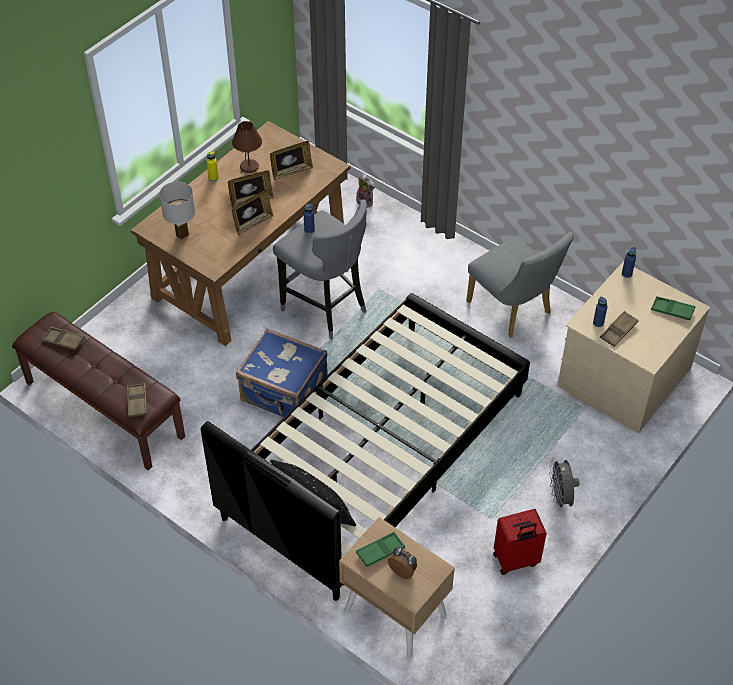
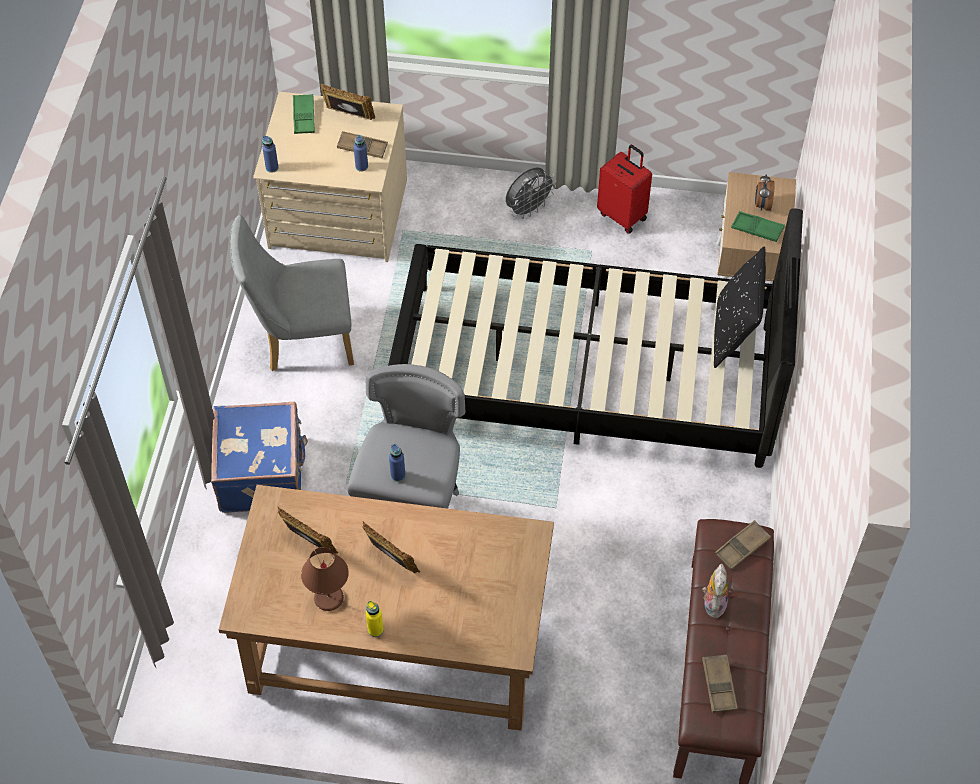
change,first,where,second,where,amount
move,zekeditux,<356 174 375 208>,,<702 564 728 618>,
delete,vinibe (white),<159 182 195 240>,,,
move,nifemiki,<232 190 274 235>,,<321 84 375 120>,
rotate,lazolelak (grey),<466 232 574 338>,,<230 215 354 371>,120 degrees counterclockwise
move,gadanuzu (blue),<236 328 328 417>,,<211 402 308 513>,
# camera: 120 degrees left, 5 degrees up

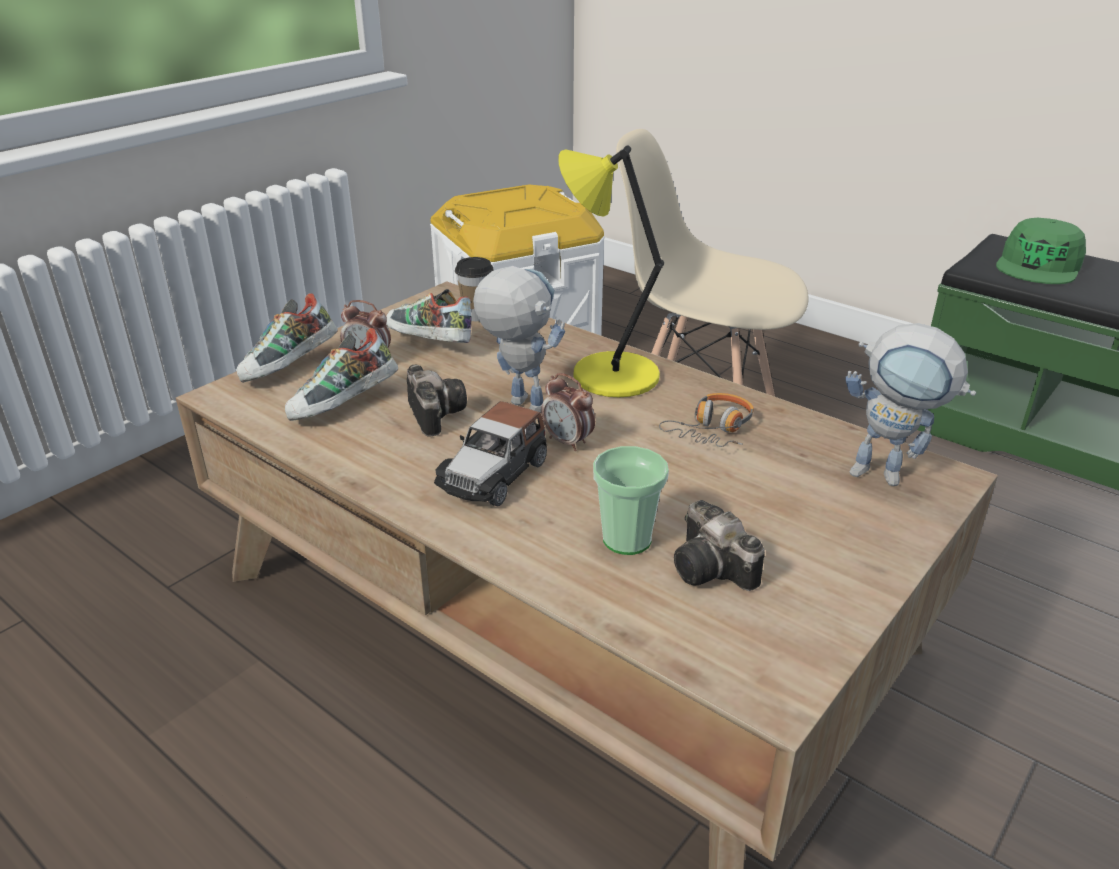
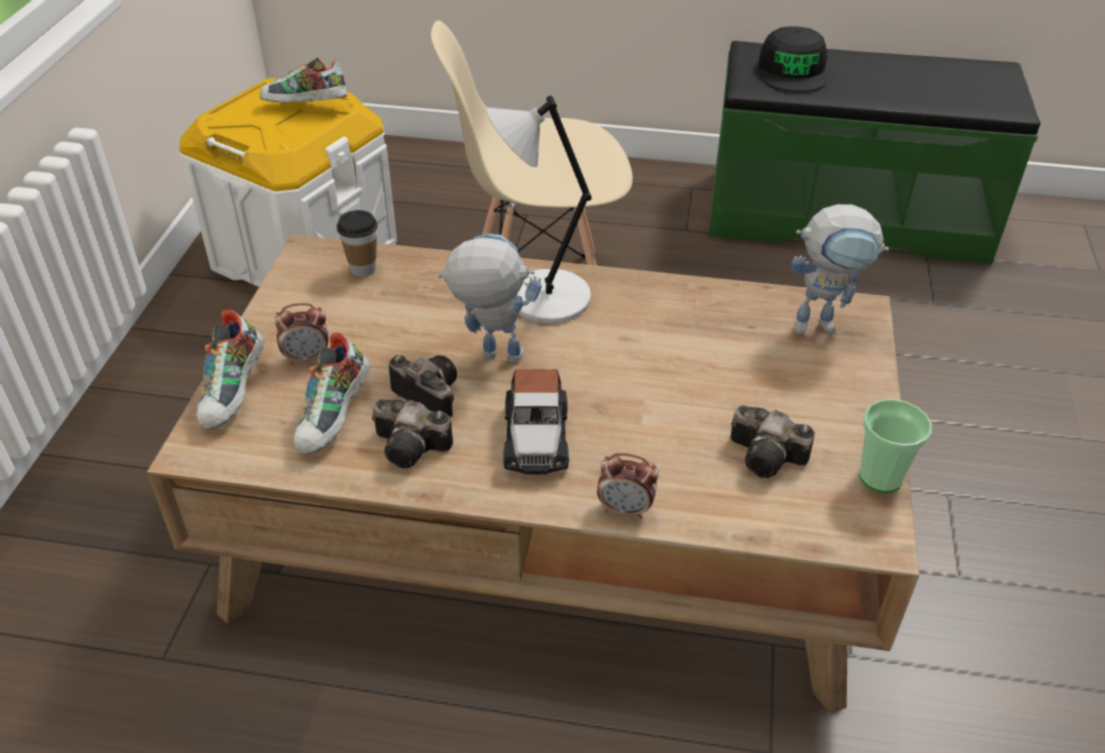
change,first,where,second,where,amount
recolor,vinibe (yellow),<559 146 664 397>,vinibe (grey),<487 96 592 323>,
recolor,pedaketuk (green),<996 218 1086 284>,pedaketuk (black),<759 26 827 92>,
move,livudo,<386 289 472 343>,,<260 57 347 103>,
move,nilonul,<541 373 595 451>,,<597 453 659 519>,
delete,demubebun,<659 393 754 447>,,,
move,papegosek,<593 446 669 555>,,<859 399 932 493>,
insert,,,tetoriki,<372 399 453 468>,
# camera: 30 degrees left, 10 degrees up

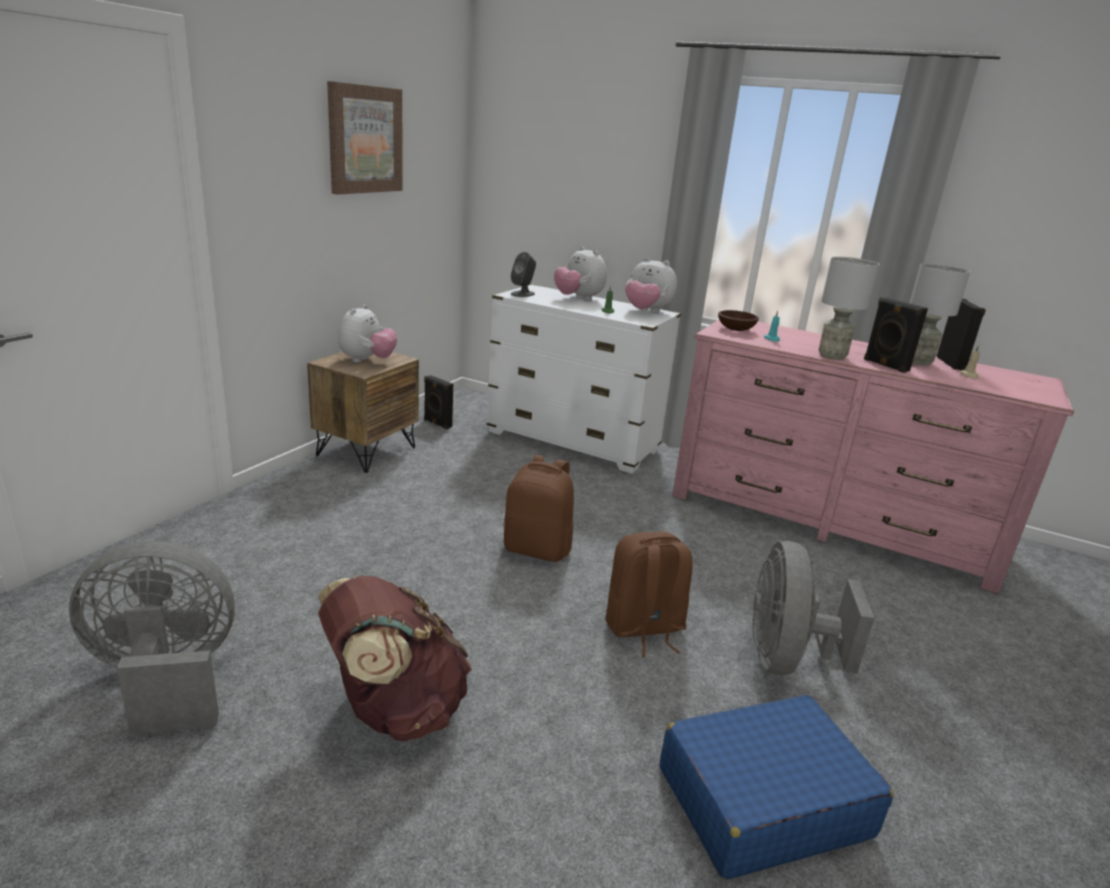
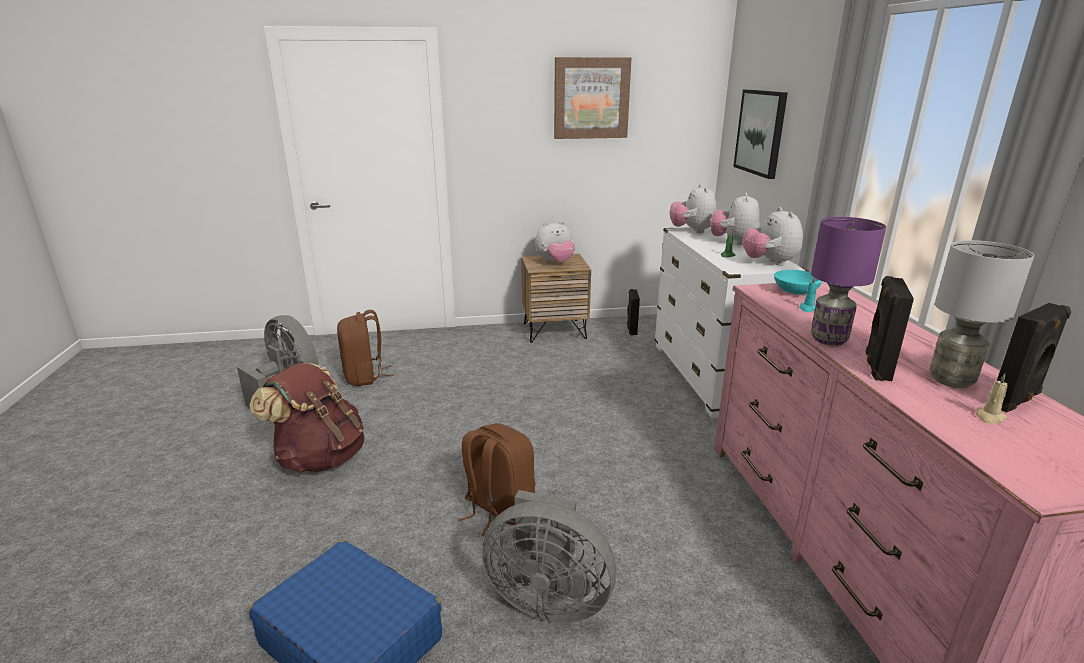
change,first,where,second,where,amount
replace,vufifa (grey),<510 252 536 297>,zekeditux,<669 184 716 233>,
recolor,vinibe (grey),<819 257 880 360>,vinibe (purple),<811 217 886 346>,
recolor,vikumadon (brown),<718 310 759 331>,vikumadon (turquoise),<774 270 823 294>,
move,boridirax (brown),<503 455 574 562>,,<337 310 394 386>,
rotate,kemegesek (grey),<753 541 874 675>,,<482 490 616 623>,135 degrees counterclockwise
insert,,,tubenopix,<733 89 788 179>,
# camera: 55 degrees right, 0 degrees up

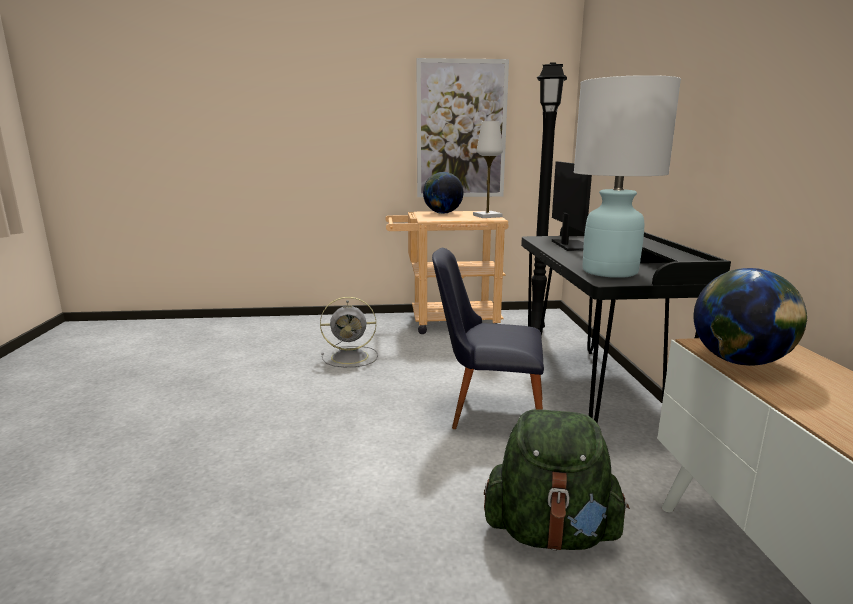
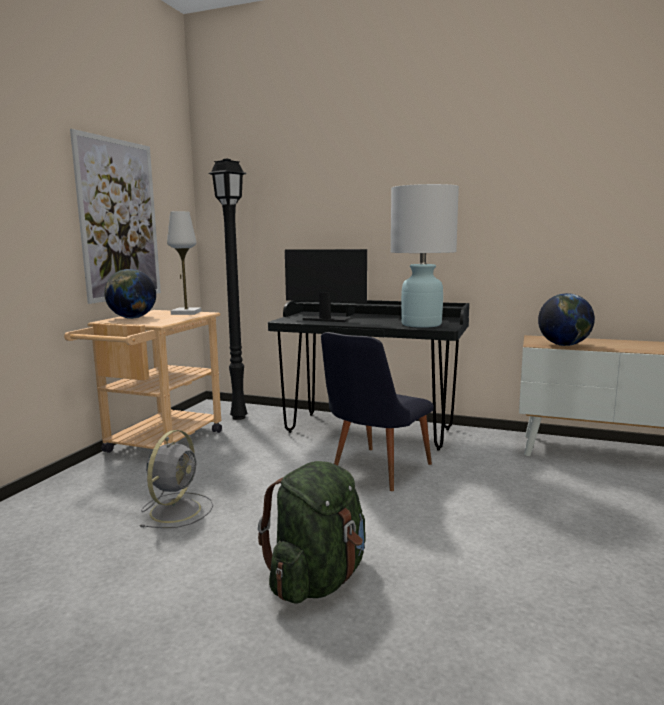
change,first,where,second,where,amount
move,boridirax (green),<484 409 630 551>,,<258 461 365 604>,
# camera: 65 degrees left, 5 degrees down

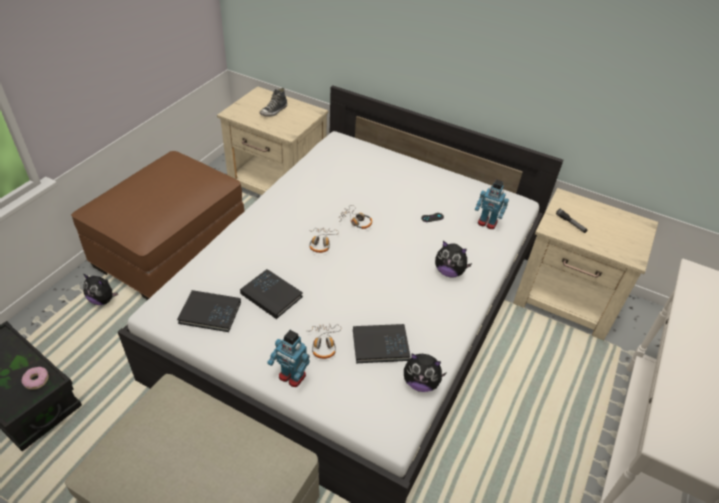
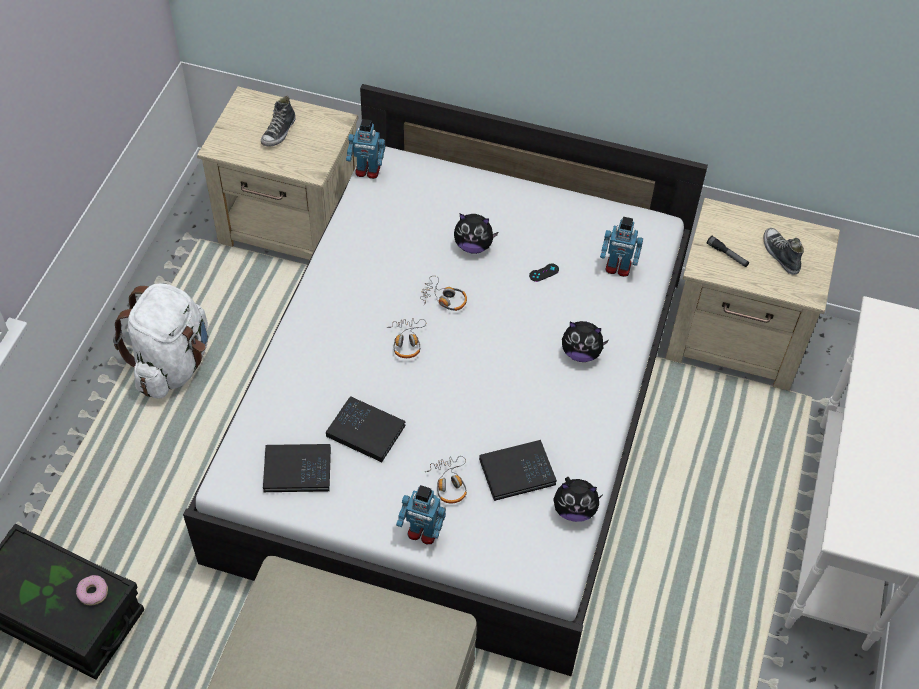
change,first,where,second,where,amount
replace,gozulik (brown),<71 151 245 300>,boridirax (white),<113 283 208 399>,
move,zekeditux,<83 274 118 305>,,<454 214 498 254>,
insert,,,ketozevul,<346 119 385 179>,
insert,,,livudo,<764 228 804 275>,
# camera: 10 degrees left, 10 degrees up

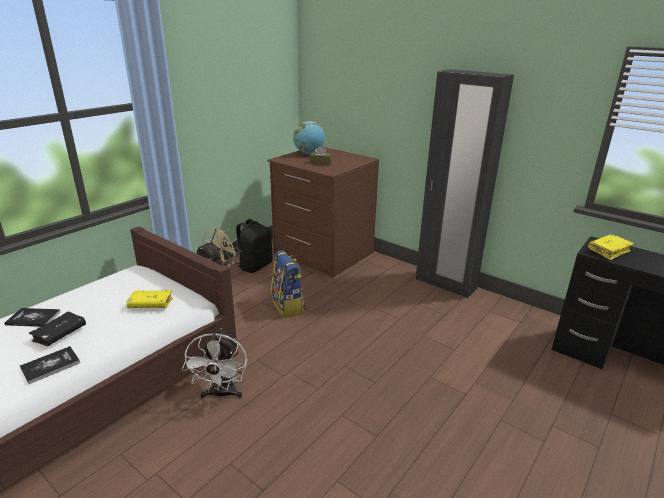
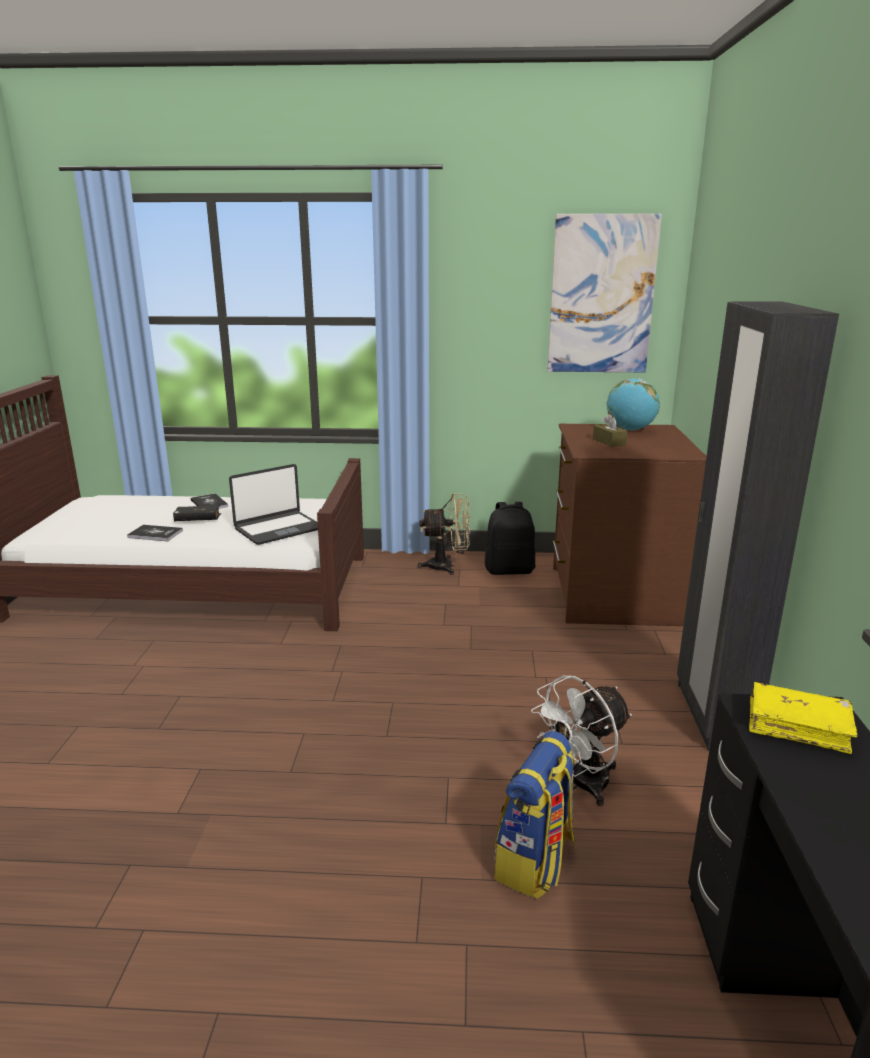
change,first,where,second,where,amount
move,boridirax,<271 250 305 318>,,<494 731 576 899>,
replace,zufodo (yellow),<126 290 173 308>,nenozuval,<229 464 318 545>,
move,kemegesek (white),<182 328 247 400>,,<531 676 632 806>,
insert,,,tubenopix,<547 214 662 372>,
# camera: 55 degrees right, 5 degrees down

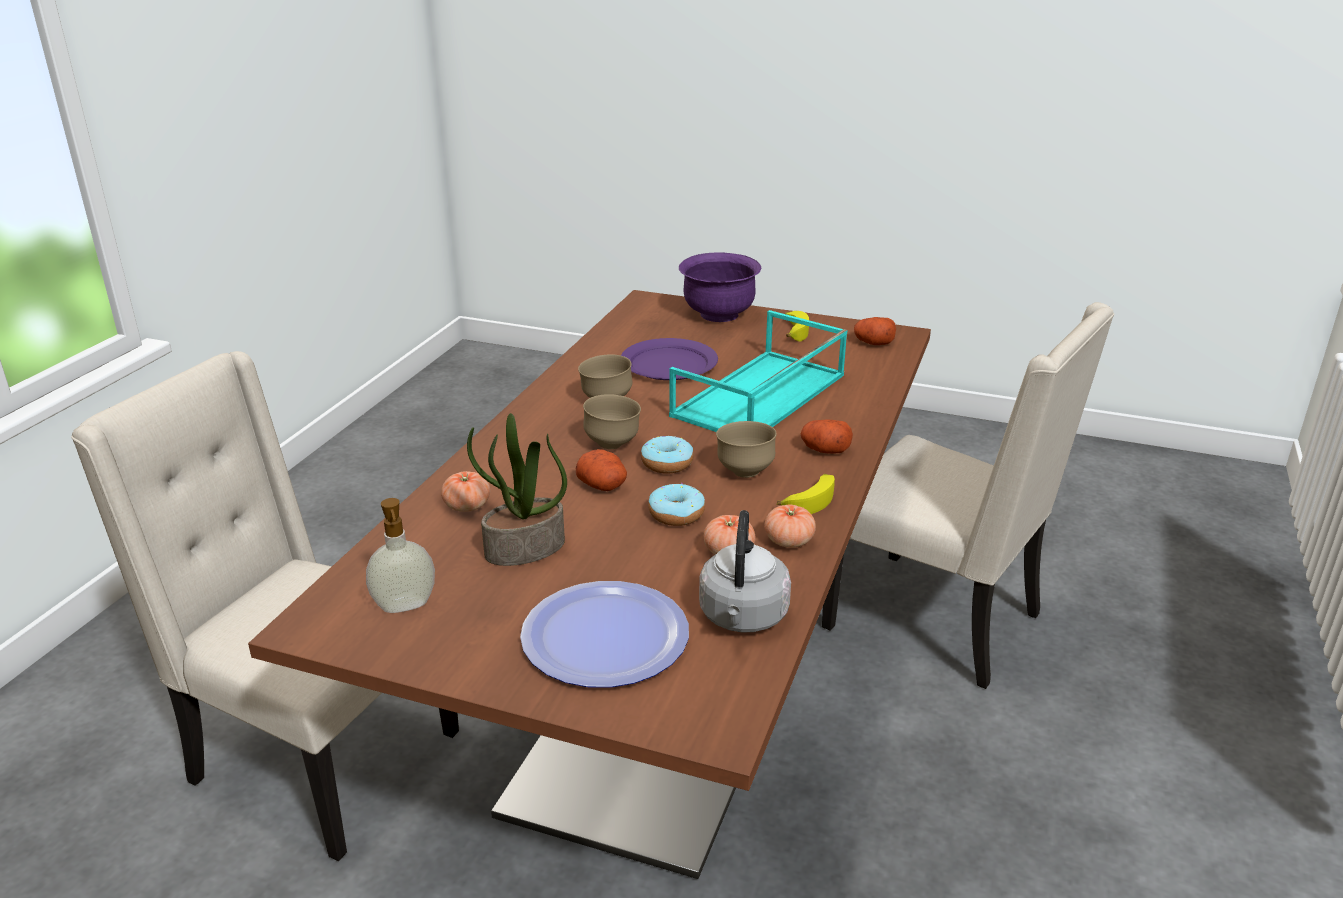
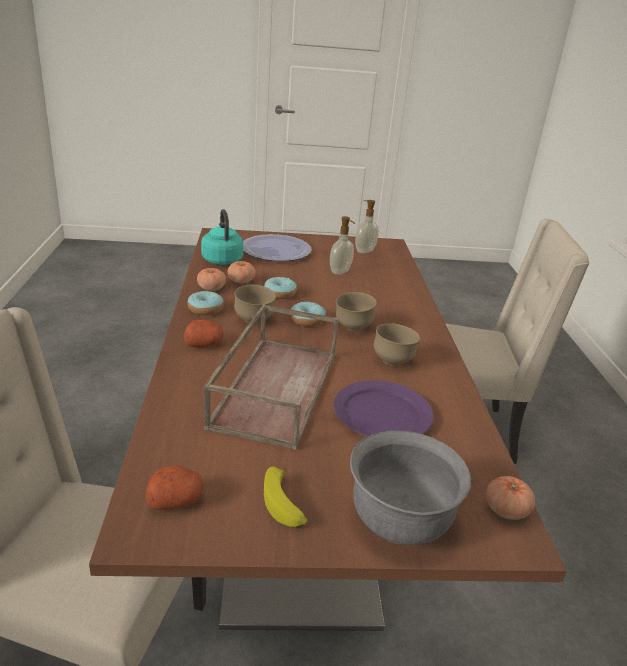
change,first,where,second,where,amount
recolor,vikumadon (purple),<679 252 761 322>,vikumadon (grey),<350 431 471 545>,
recolor,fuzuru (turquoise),<669 310 847 432>,fuzuru (brown),<204 304 339 450>,
replace,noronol,<467 413 567 566>,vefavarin,<330 216 355 275>,
delete,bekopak,<576 449 627 491>,,,
move,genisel,<441 471 490 512>,,<486 476 535 520>,
replace,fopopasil,<777 474 835 514>,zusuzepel,<187 291 224 316>,
recolor,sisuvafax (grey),<699 510 791 632>,sisuvafax (turquoise),<201 209 243 265>,
# camera: 155 degrees right, 0 degrees up

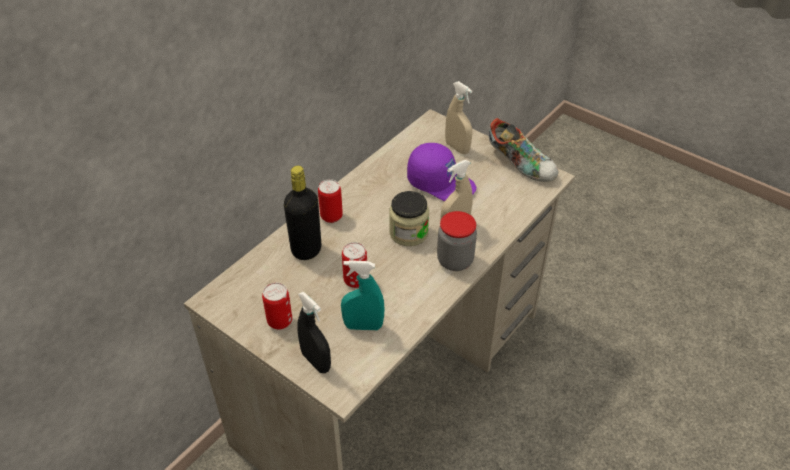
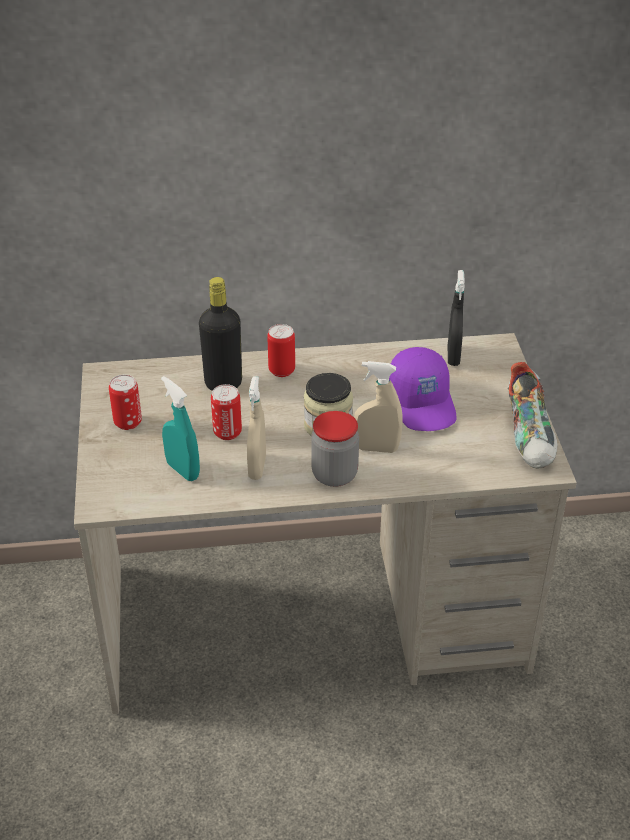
change,first,where,second,where,amount
move,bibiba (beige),<445 81 472 154>,,<247 376 266 480>,
move,bibiba (black),<297 291 331 373>,,<448 270 465 366>,
# camera: 45 degrees right, 5 degrees down

